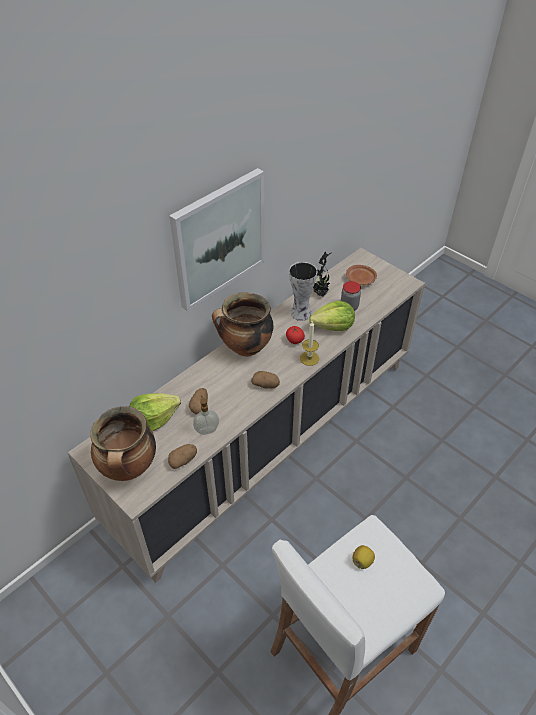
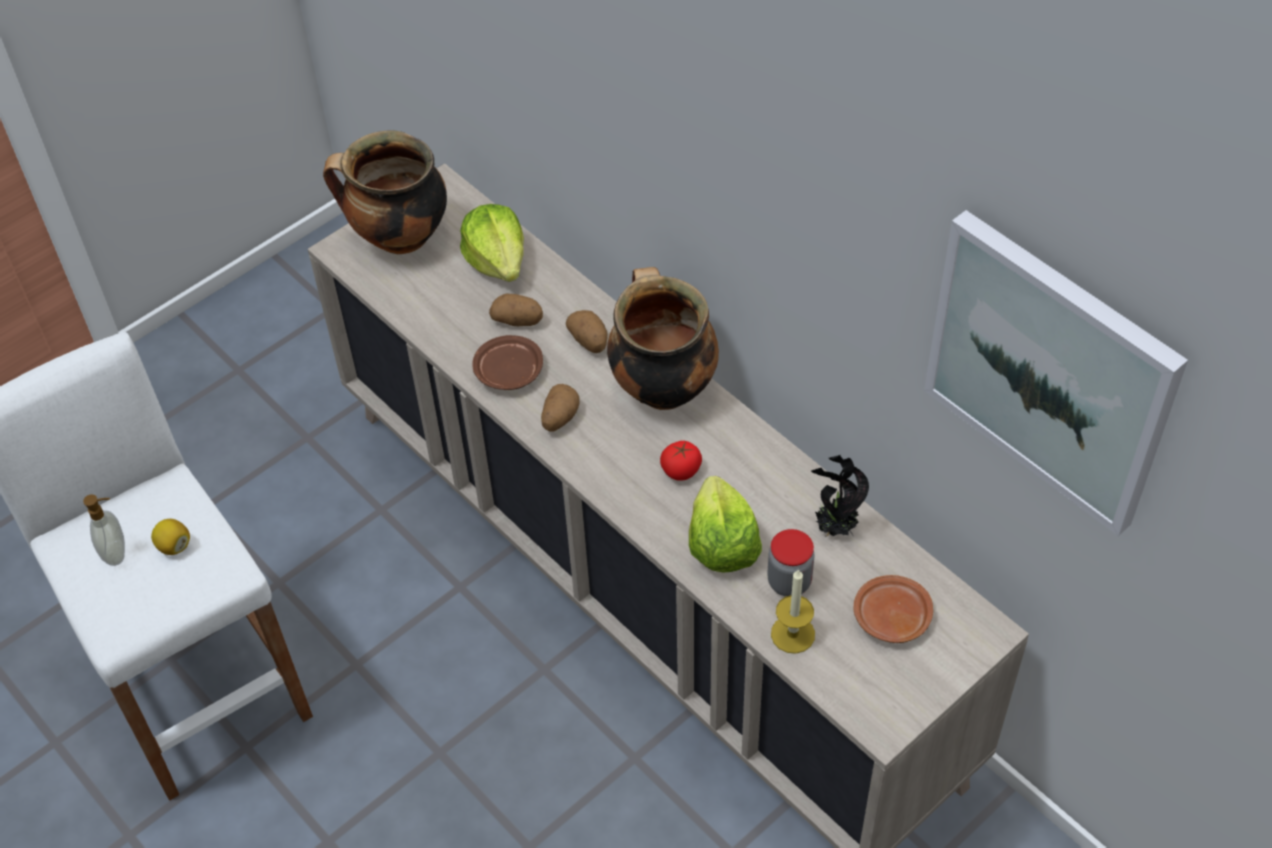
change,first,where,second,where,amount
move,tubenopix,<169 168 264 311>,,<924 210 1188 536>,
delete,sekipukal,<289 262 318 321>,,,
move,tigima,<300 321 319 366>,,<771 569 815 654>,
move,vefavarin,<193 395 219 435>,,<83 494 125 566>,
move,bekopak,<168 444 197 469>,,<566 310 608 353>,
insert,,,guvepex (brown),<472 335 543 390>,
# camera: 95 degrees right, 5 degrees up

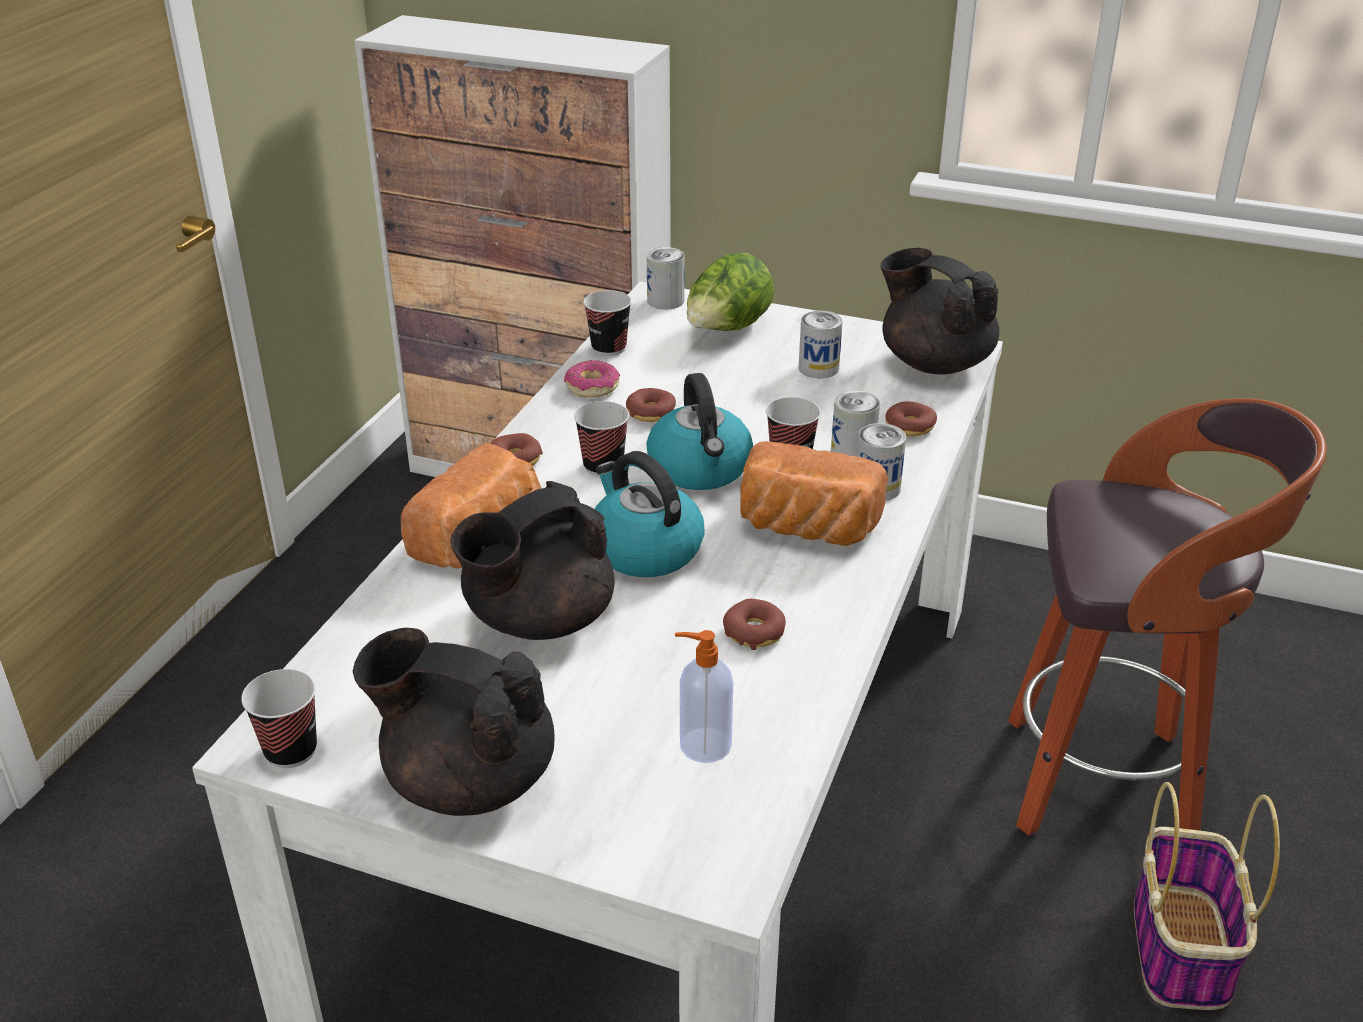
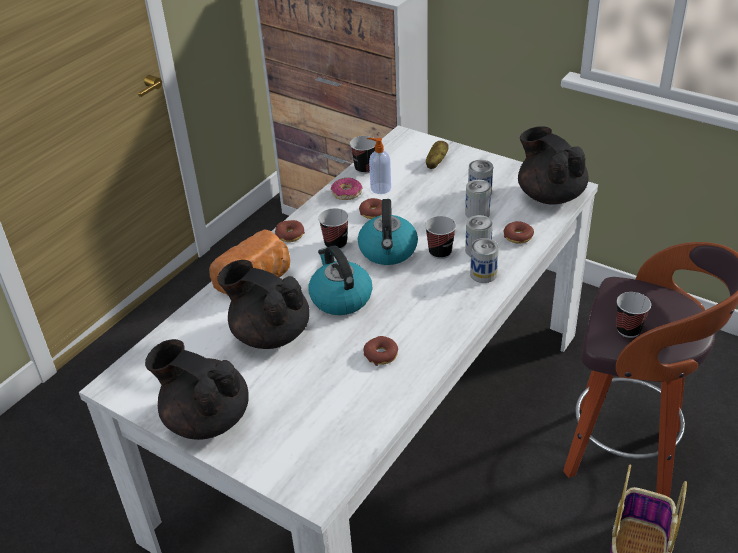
change,first,where,second,where,amount
move,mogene,<647 247 685 310>,,<465 179 491 218>,
replace,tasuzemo,<687 253 774 331>,bekopak,<426 141 449 169>,
delete,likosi,<740 441 888 546>,,,
rotate,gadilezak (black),<451 481 615 640>,,<218 260 310 349>,60 degrees clockwise
move,vefavarin,<675 630 733 763>,,<367 138 391 194>,
move,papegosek,<241 669 317 768>,,<617 292 651 338>,
# camera: 15 degrees right, 5 degrees up

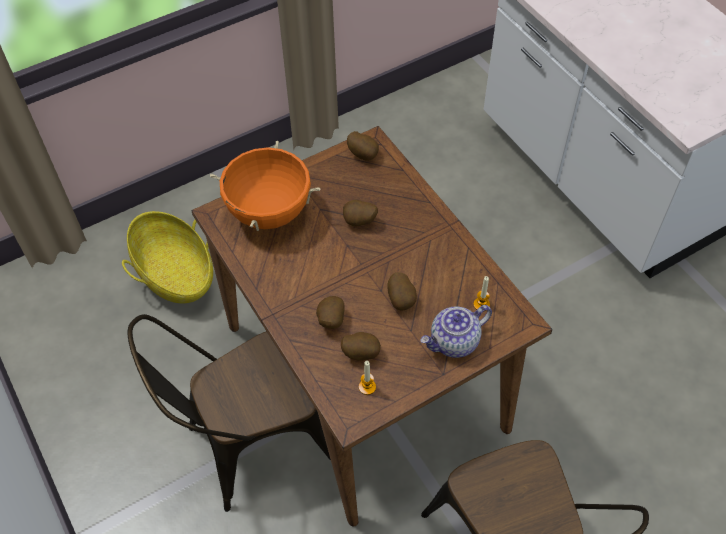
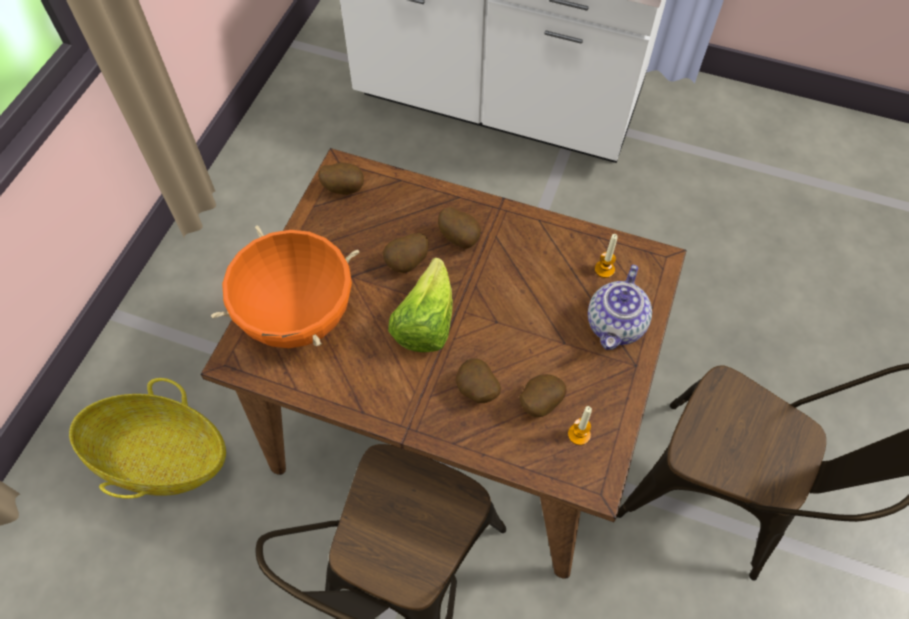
change,first,where,second,where,amount
move,bekopak,<387 272 417 310>,,<438 207 481 249>,
insert,,,tasuzemo,<388 258 453 352>,
# camera: 40 degrees left, 5 degrees up

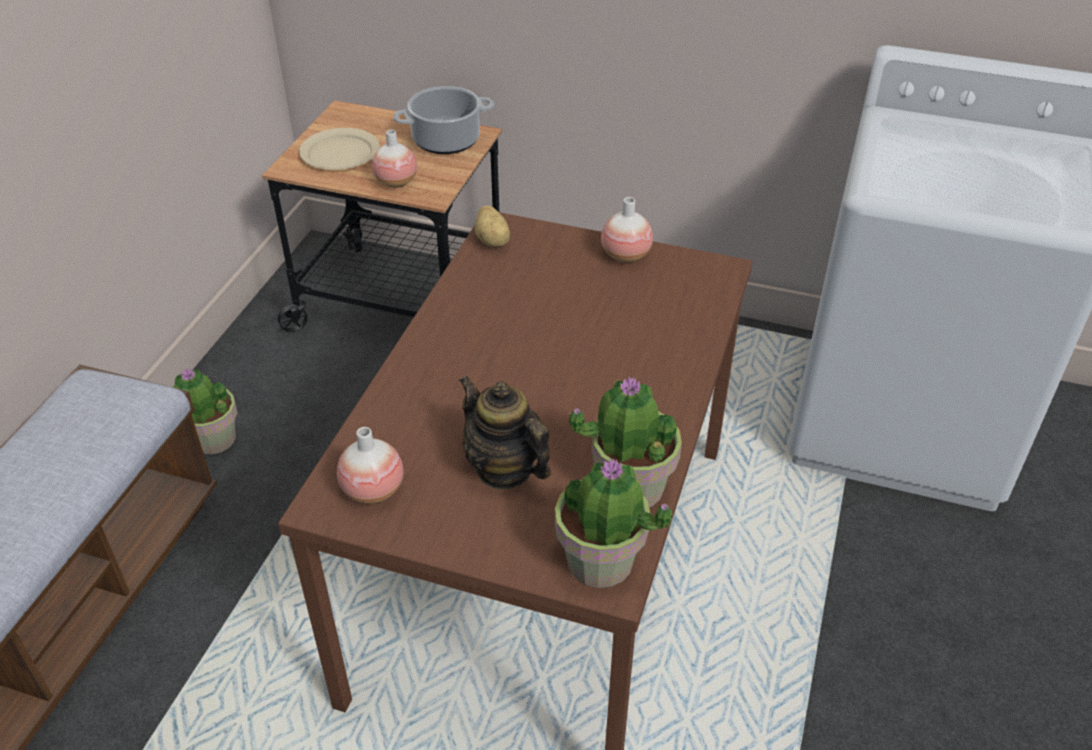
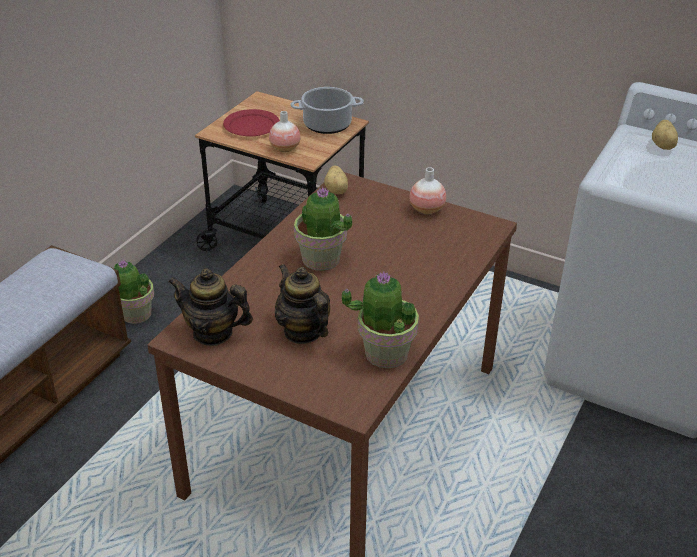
change,first,where,second,where,amount
recolor,guvepex (beige),<299 128 380 170>,guvepex (red),<223 109 280 137>,
replace,sekipukal,<337 427 404 503>,gadilezak,<168 268 253 346>,
move,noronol,<555 458 672 588>,,<294 187 353 271>,
insert,,,bekopak,<652 120 678 150>,
# camera: 10 degrees right, 5 degrees down

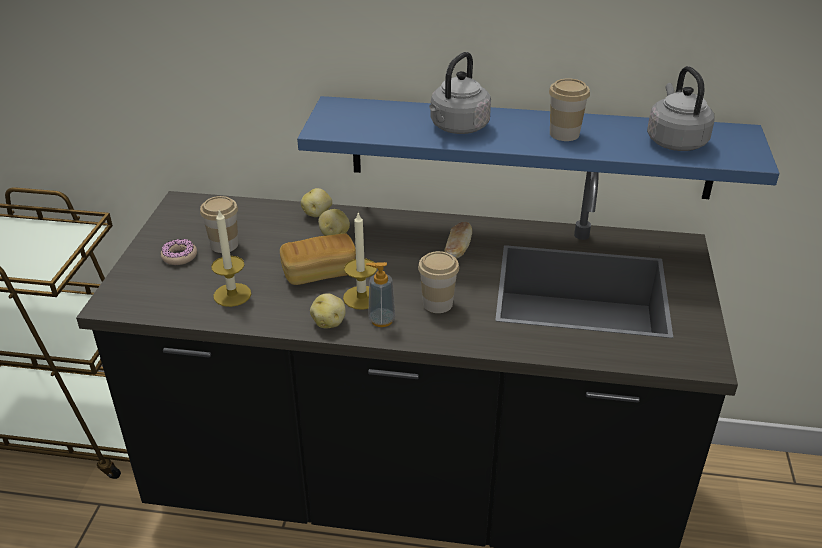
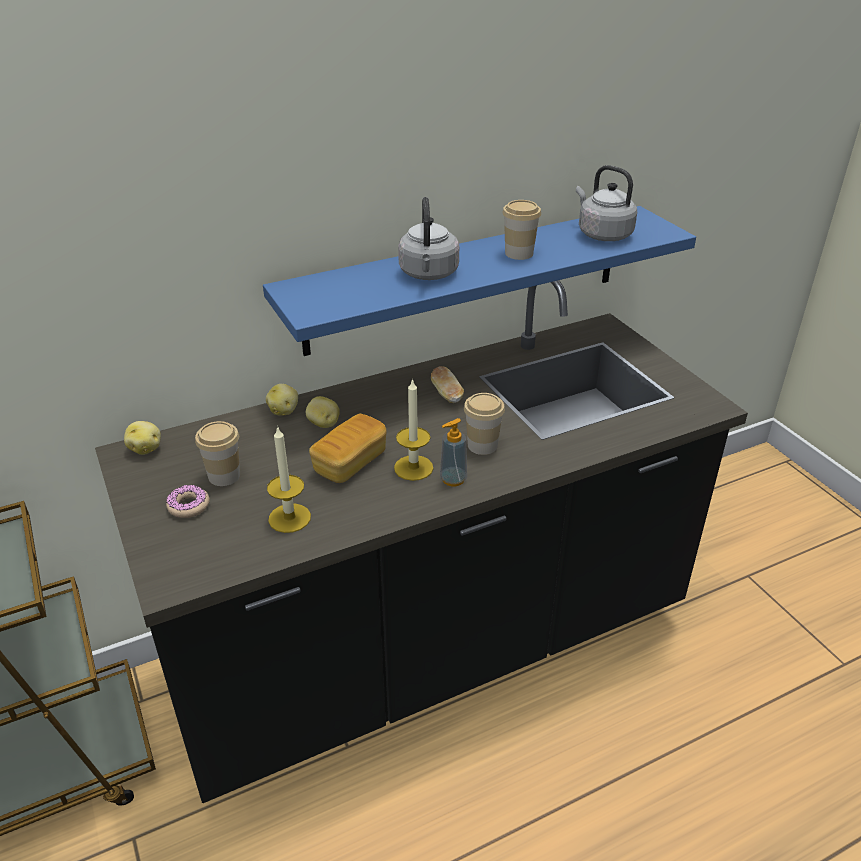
change,first,where,second,where,amount
move,bekopak,<310 293 346 329>,,<124 421 161 455>,
# camera: 35 degrees left, 0 degrees up

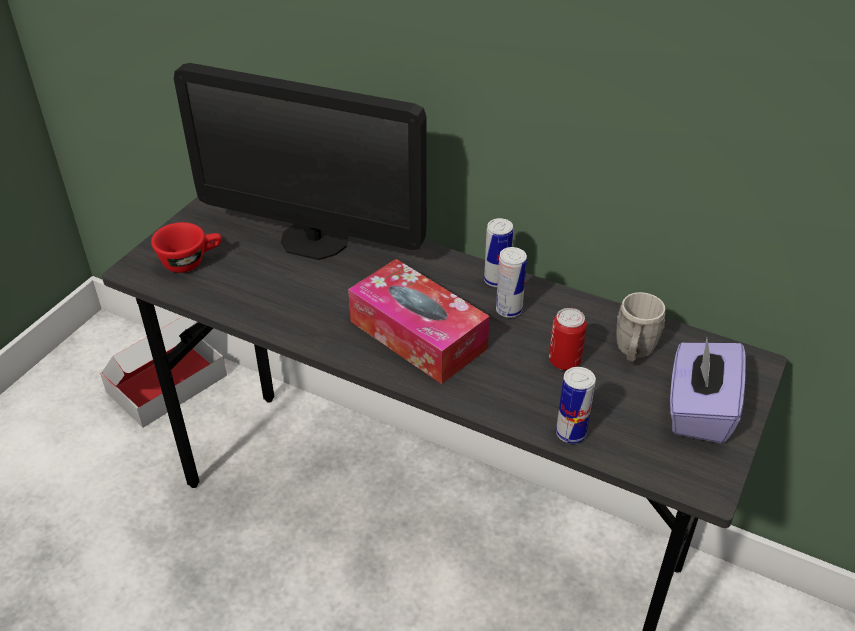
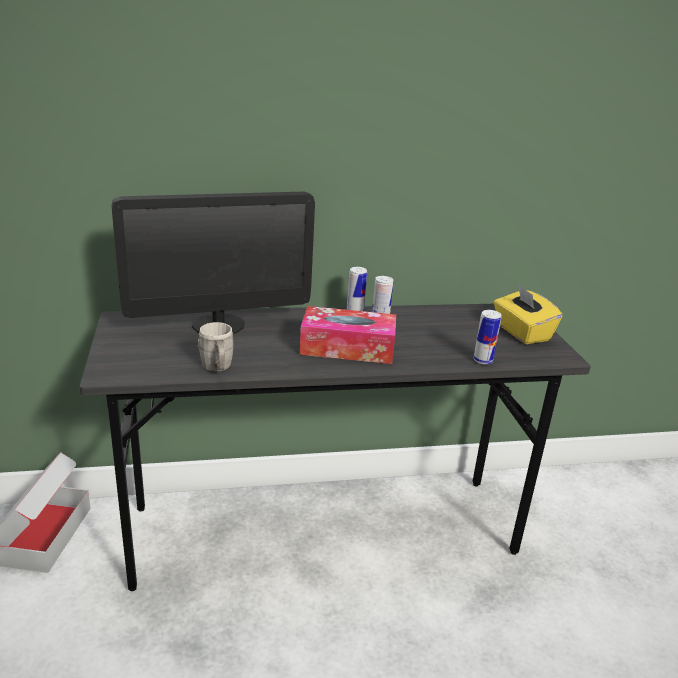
change,first,where,second,where,amount
delete,papegosek (red),<151 222 222 273>,,,
move,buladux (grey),<617 292 665 362>,,<198 322 234 372>,
delete,mogene,<549 308 587 370>,,,
recolor,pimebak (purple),<670 338 746 443>,pimebak (yellow),<494 284 562 344>,
# camera: 40 degrees left, 15 degrees down

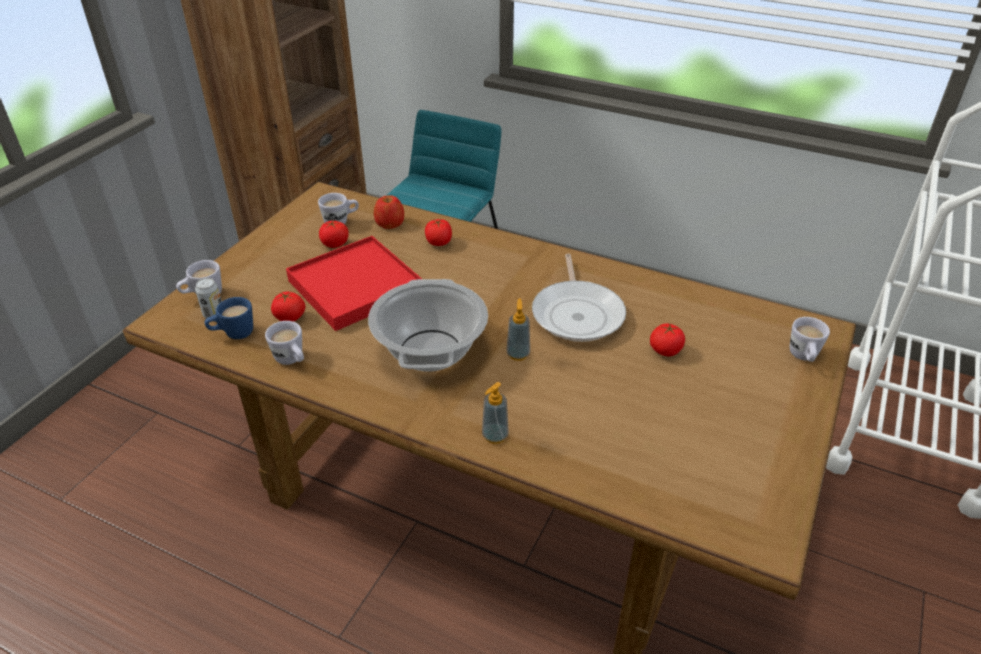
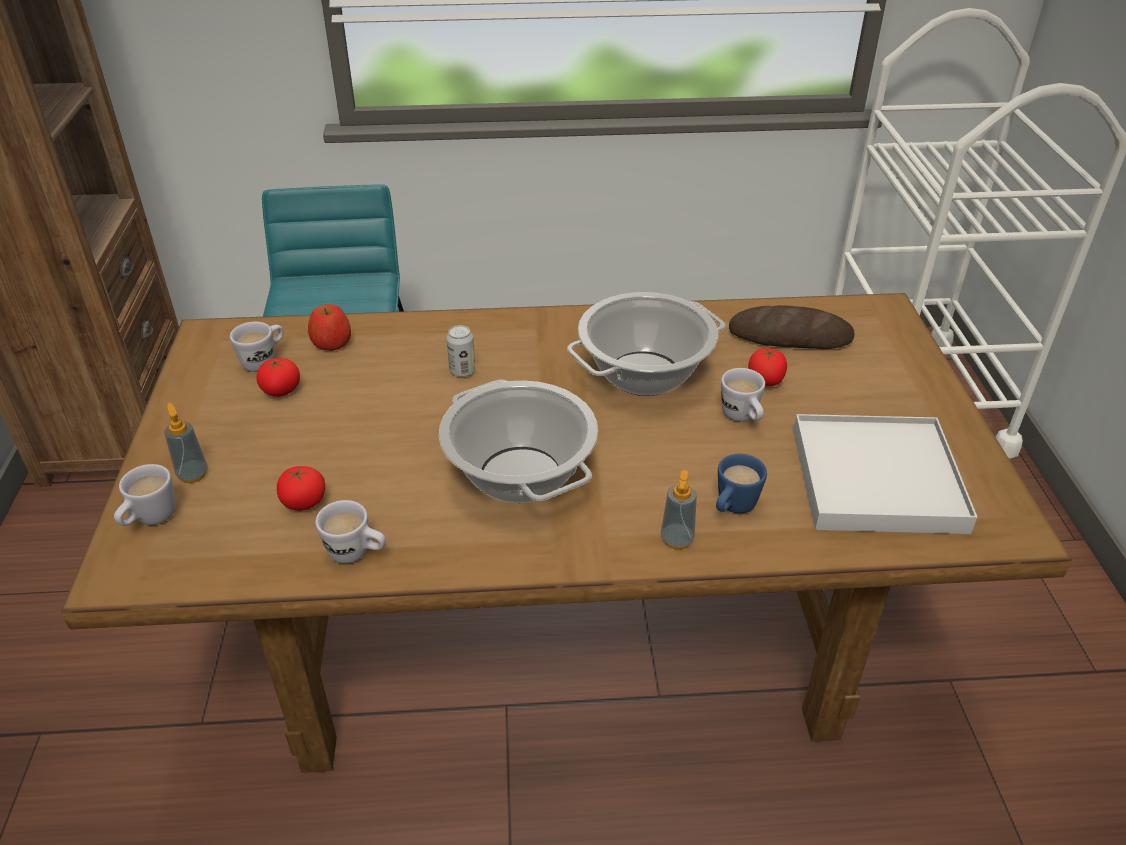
change,first,where,second,where,amount
delete,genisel,<425 219 452 246>,,,
delete,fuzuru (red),<286 236 422 331>,,,
replace,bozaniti,<532 254 626 342>,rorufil,<567 292 725 396>,
move,mogene,<195 278 222 318>,,<446 325 475 377>,
move,buladux (blue),<205 297 253 339>,,<716 454 767 514>,
move,vefavarin,<506 298 530 361>,,<165 402 208 483>,
move,buladux (white),<790 317 830 362>,,<721 368 765 422>,
insert,,,likosi,<729 305 855 349>,
insert,,,fuzuru (white),<793 414 977 534>,
# camera: 30 degrees left, 0 degrees up

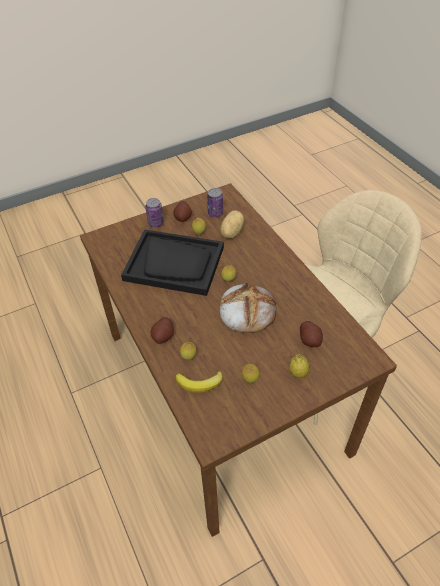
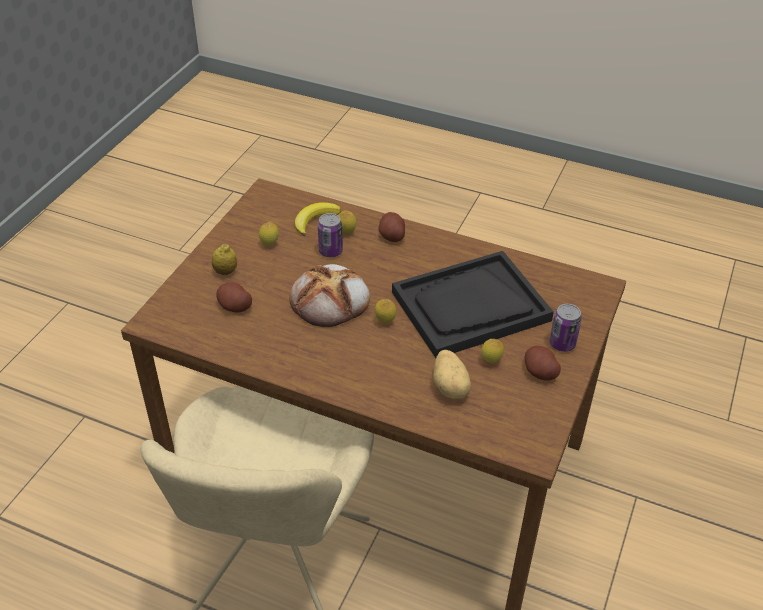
change,first,where,second,where,amount
move,mogene,<207 188 223 217>,,<318 213 343 257>,
# camera: 140 degrees right, 5 degrees down

